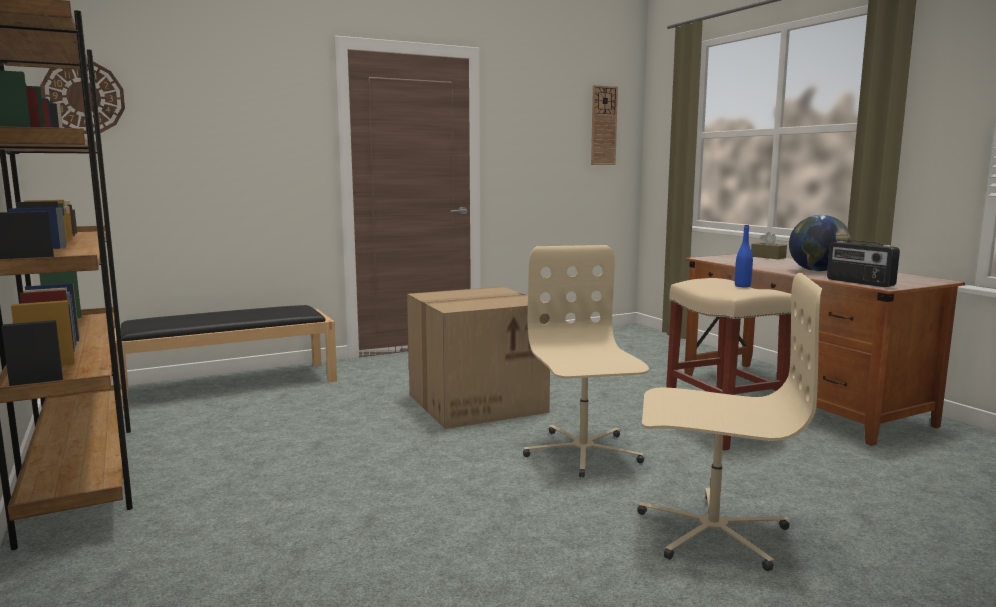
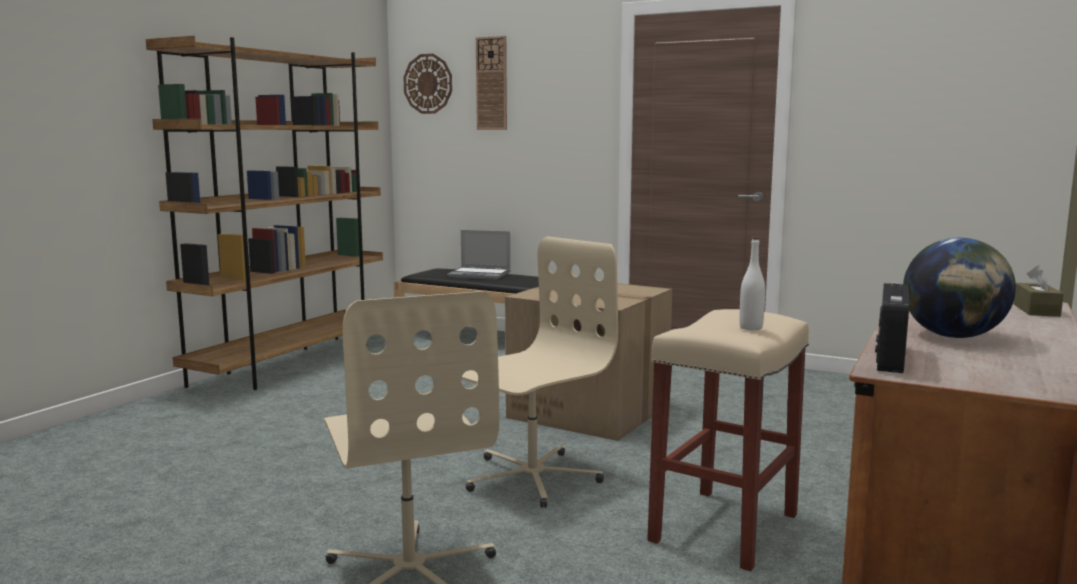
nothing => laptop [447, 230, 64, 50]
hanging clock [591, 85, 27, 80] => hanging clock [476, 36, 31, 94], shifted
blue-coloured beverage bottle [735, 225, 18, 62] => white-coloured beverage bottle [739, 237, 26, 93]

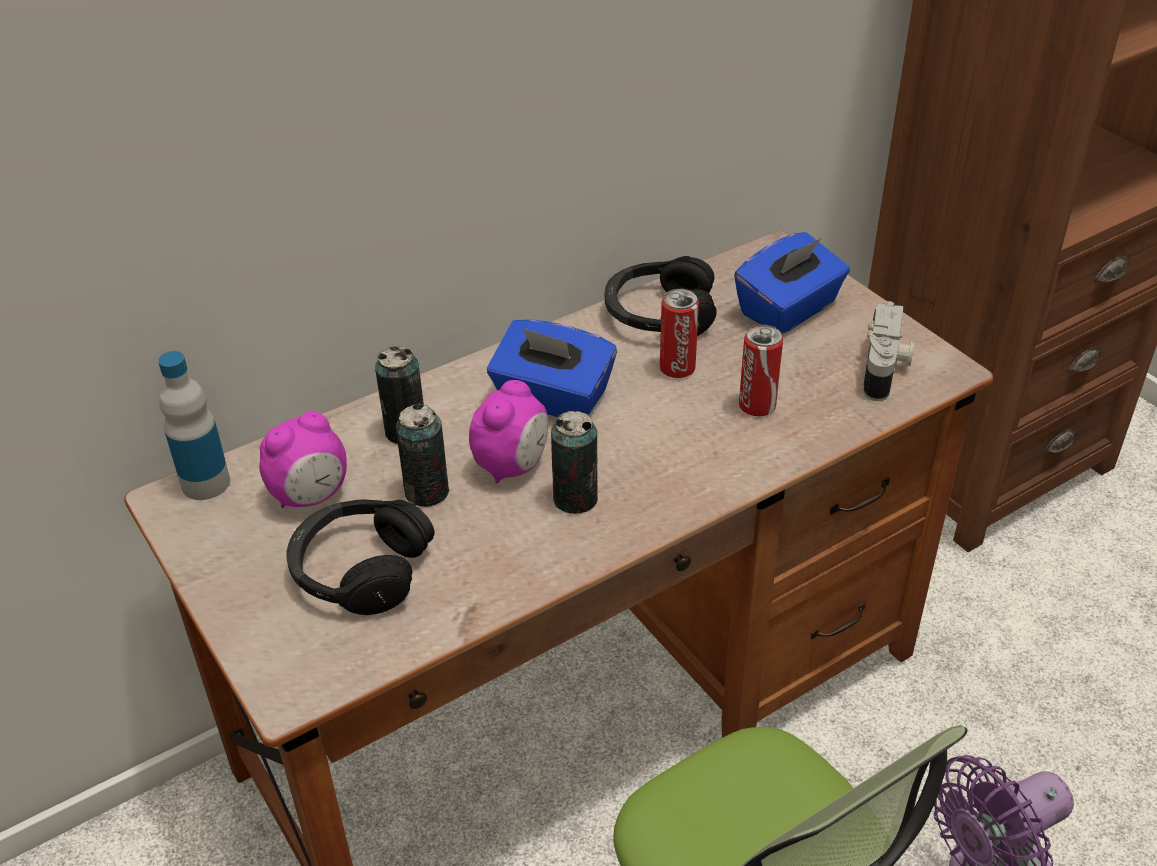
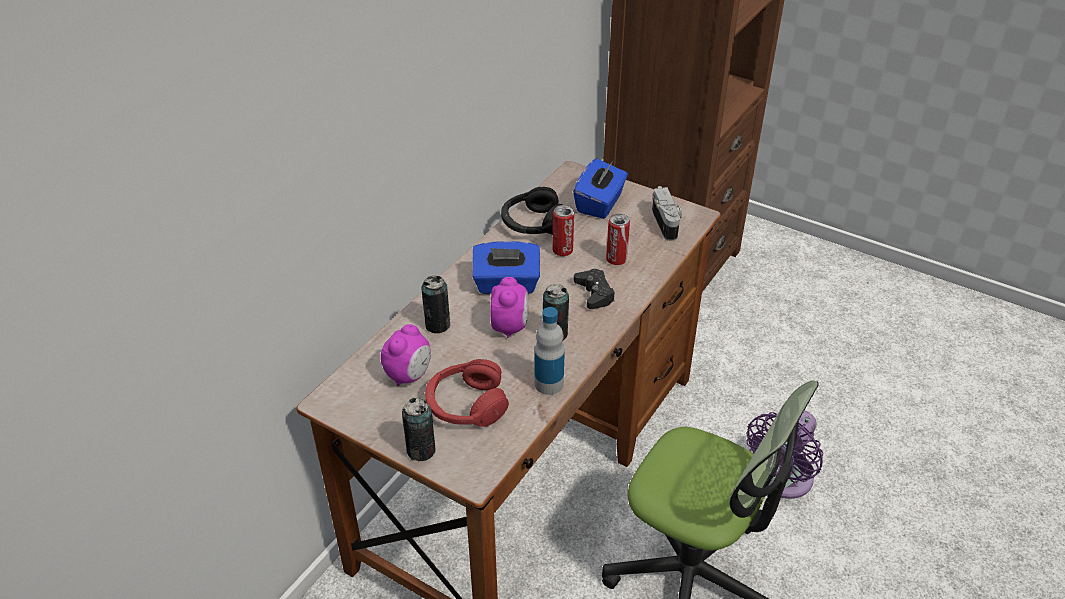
metal can [396, 404, 53, 103] => metal can [402, 397, 34, 64], shifted
blackish headphones [286, 499, 149, 116] => red-coloured headphones [425, 359, 84, 68]
beverage bottle [158, 351, 72, 149] => beverage bottle [534, 307, 31, 88], shifted
nothing => blackish gamepad [574, 269, 41, 40]

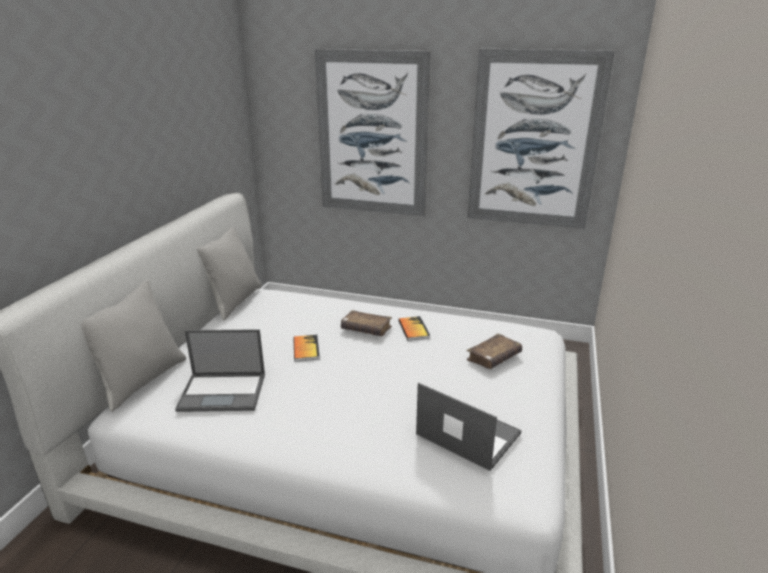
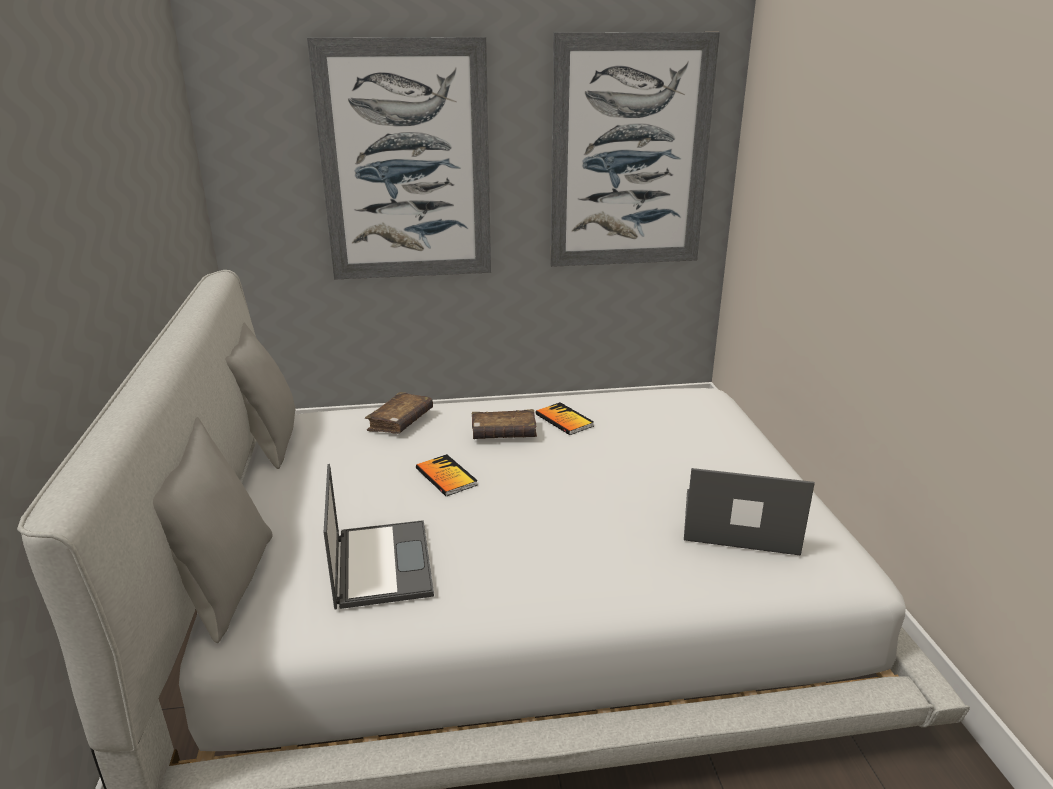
laptop [175, 329, 90, 83] => laptop [324, 464, 110, 146], 75 degrees counterclockwise
brown bound book [467, 334, 55, 35] => brown bound book [365, 392, 68, 42], shifted

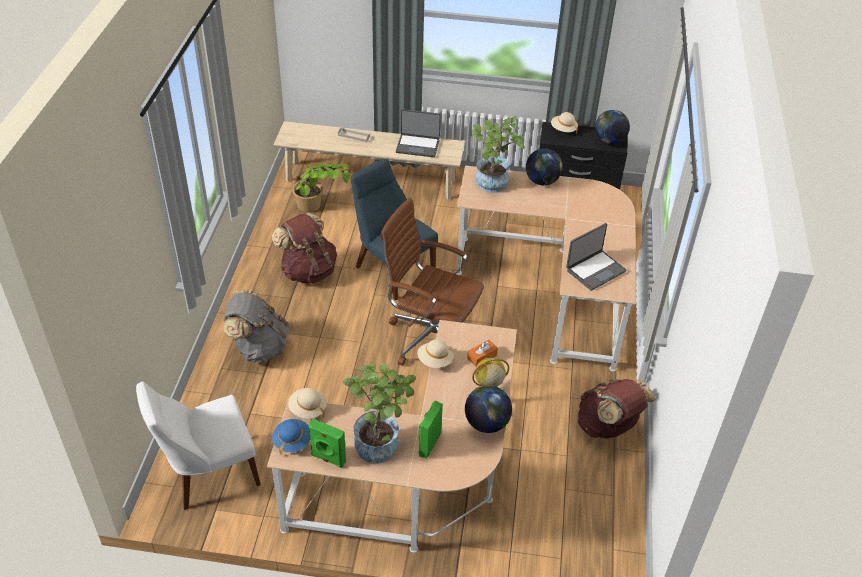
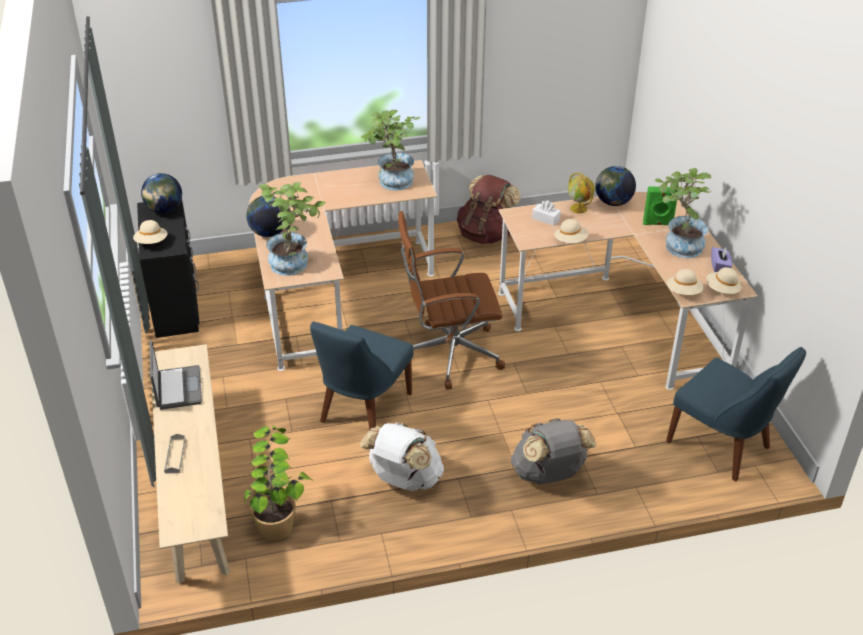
brown rucksack [272, 213, 65, 71] => white-coloured rucksack [360, 422, 84, 69]
laptop [566, 223, 61, 68] => houseplant [361, 110, 59, 80]
brown office chair [380, 197, 104, 169] => brown office chair [398, 211, 107, 178], 75 degrees clockwise
orange-coloured tissue box [467, 340, 31, 27] => white-coloured tissue box [532, 200, 29, 26]
white-coloured plain chair [136, 381, 125, 129] => blue-coloured plain chair [666, 347, 140, 134]
blue-coloured wearable hat [272, 419, 38, 37] => beige wearable hat [706, 267, 36, 27]
green loudspeaker [308, 419, 38, 49] => purplish tissue box [711, 247, 21, 25]

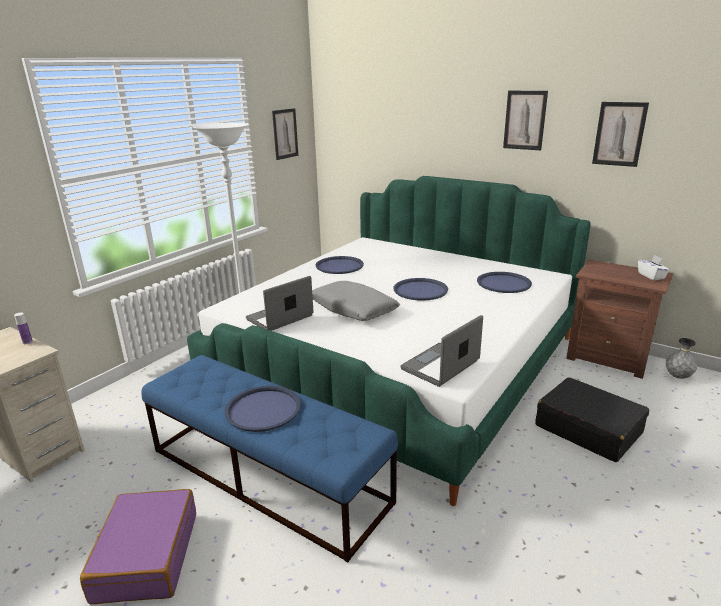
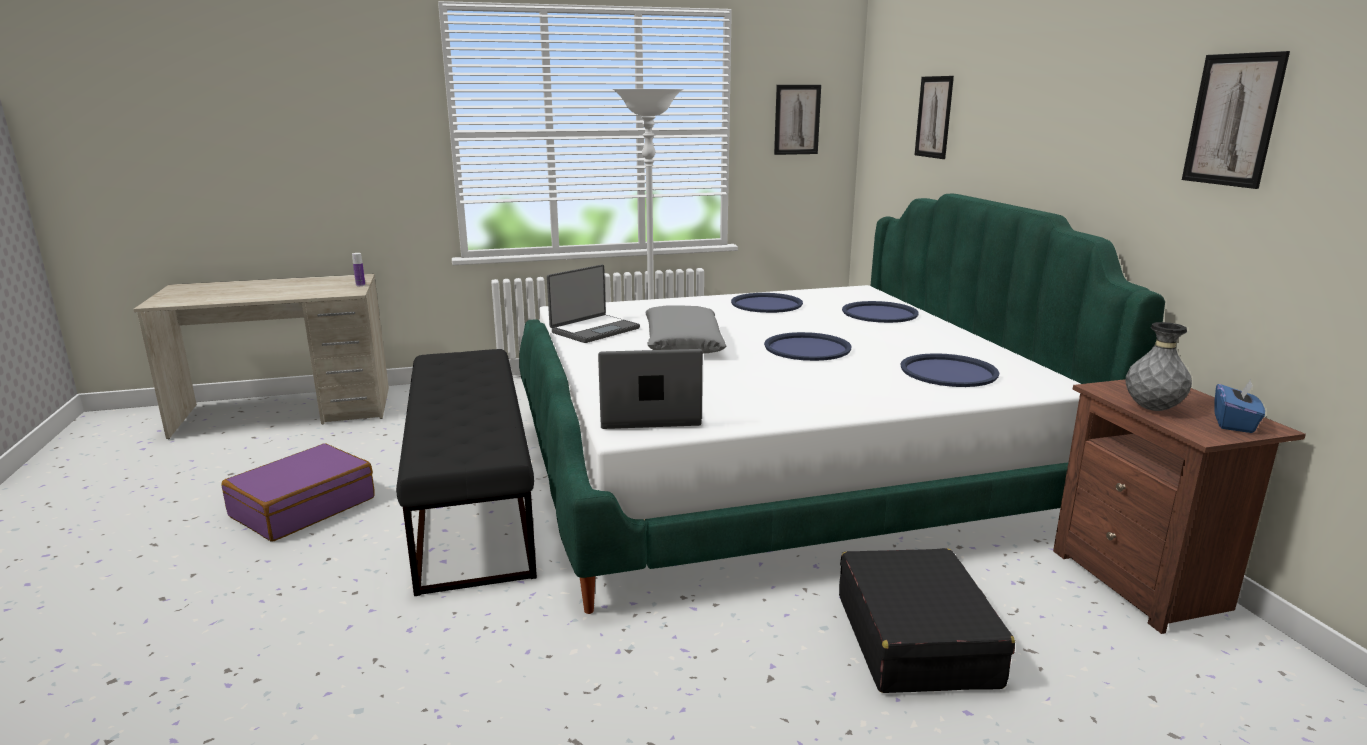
blue-coloured bench [141, 355, 257, 208] => blackish bench [396, 349, 141, 247]
laptop [246, 276, 68, 55] => laptop [547, 265, 93, 78], 135 degrees clockwise
blue-coloured serving tray [225, 386, 76, 46] => blue-coloured serving tray [842, 301, 77, 22], shifted
picture [503, 91, 45, 59] => picture [915, 76, 39, 83], shifted
greyish decorative vase [666, 338, 31, 41] => greyish decorative vase [1125, 322, 67, 89], shifted
white-coloured tissue box [638, 255, 32, 25] => blue-coloured tissue box [1214, 380, 51, 53]

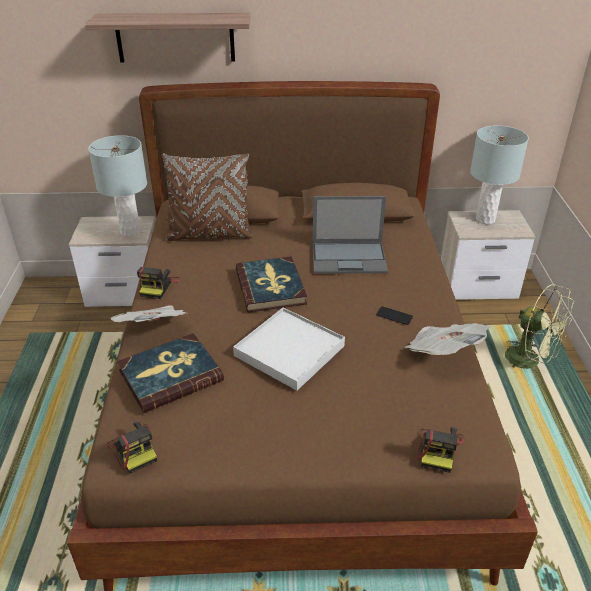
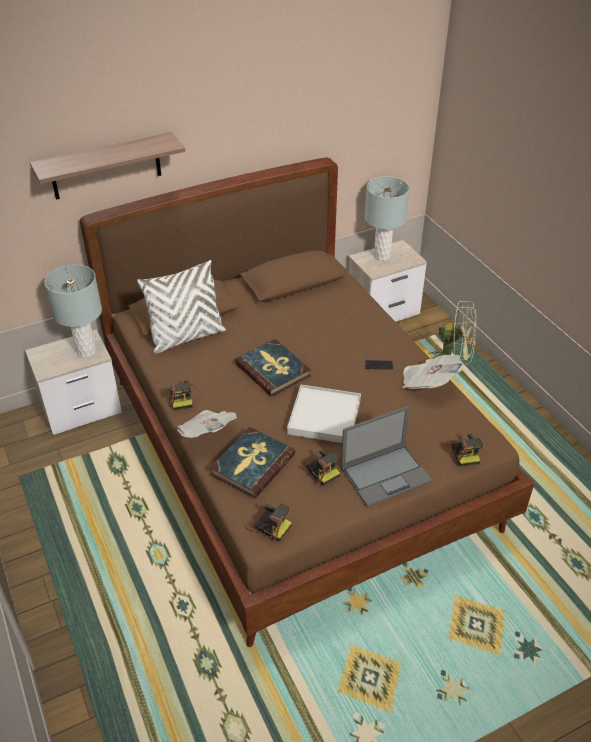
brown cushion [162, 153, 90, 89] => white-coloured cushion [137, 260, 89, 94]
nothing => still camera [299, 449, 41, 37]
laptop [312, 196, 76, 78] => laptop [341, 406, 91, 101], shifted

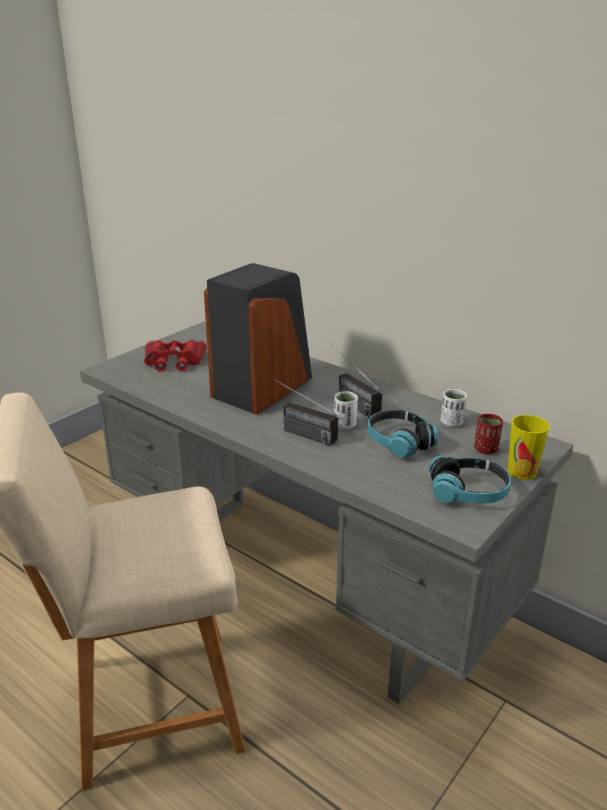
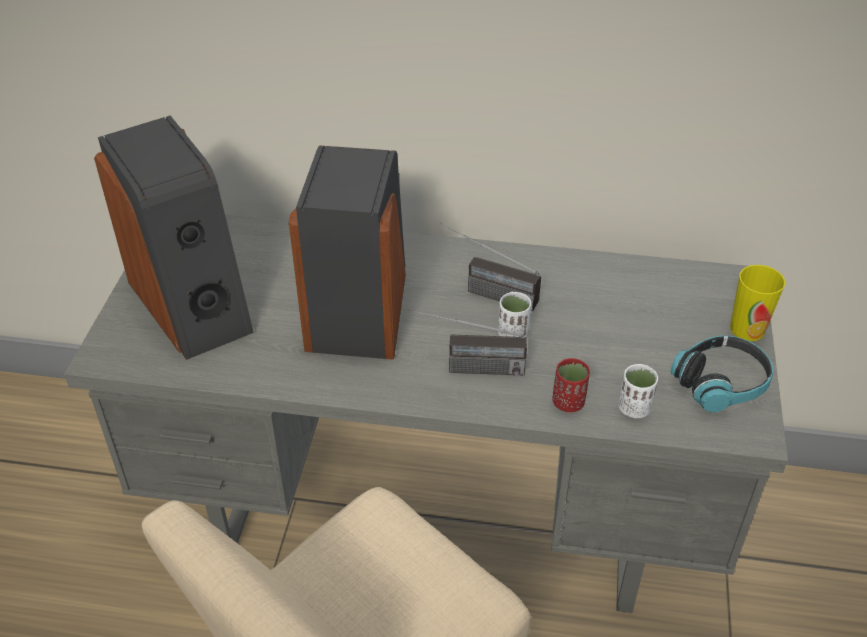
red-coloured binoculars [144, 340, 63, 32] => loudspeaker [94, 115, 160, 245]
red-coloured small cup [474, 414, 29, 40] => red-coloured small cup [552, 358, 38, 54], shifted
white-coloured small cup [441, 389, 26, 38] => white-coloured small cup [618, 364, 40, 54], shifted
headphones [368, 409, 70, 48] => nothing

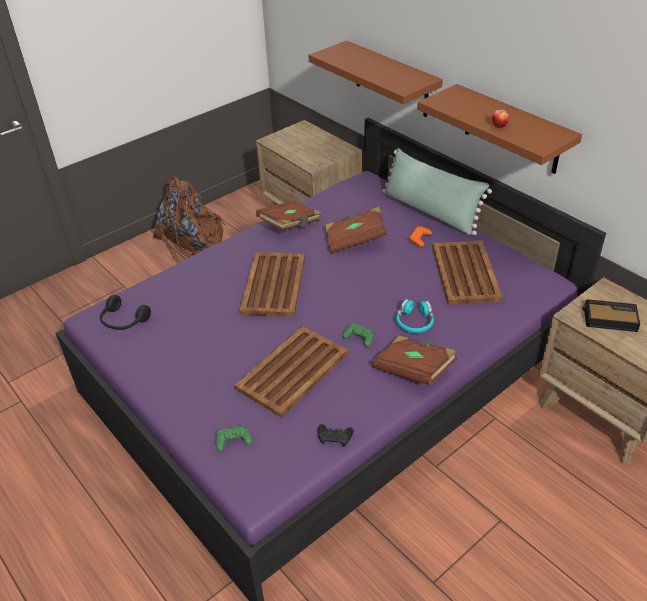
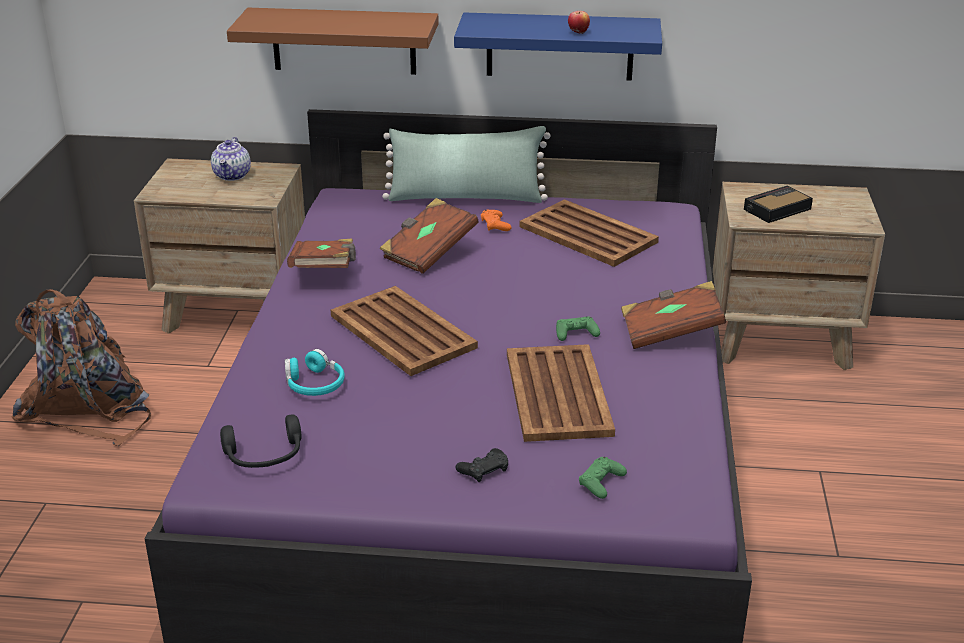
nothing => pot for tea [211, 137, 40, 44]
turquoise-coloured headphones [396, 299, 38, 34] => turquoise-coloured headphones [285, 349, 60, 47], shifted
brown bracket shelf [417, 84, 165, 90] => blue-coloured bracket shelf [454, 12, 208, 69]
blackish gamepad [318, 424, 36, 23] => blackish gamepad [456, 448, 52, 34], shifted

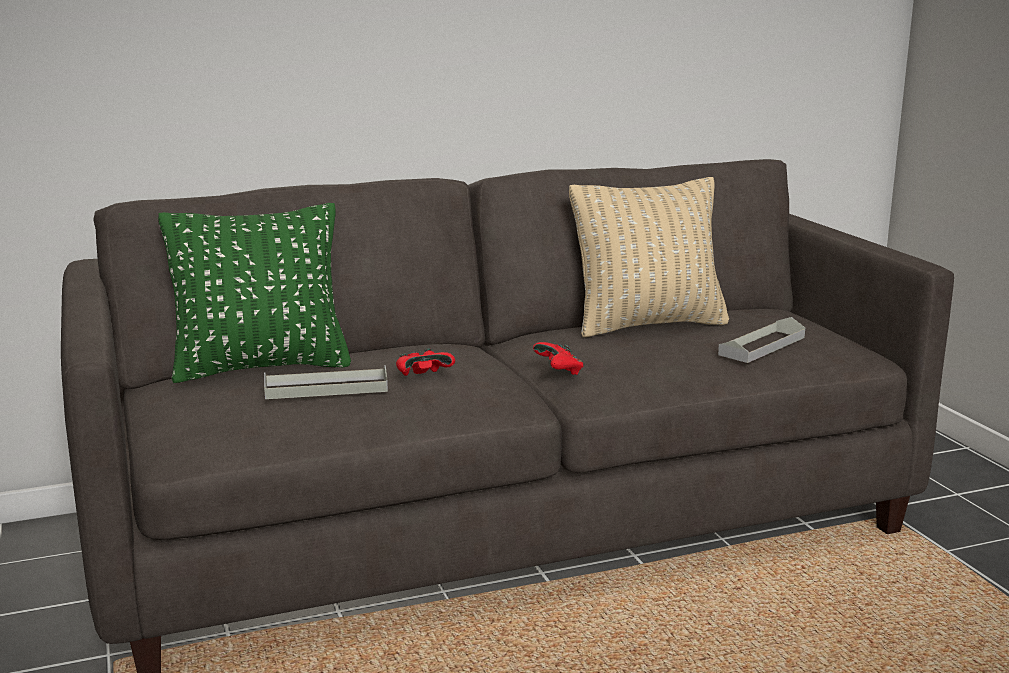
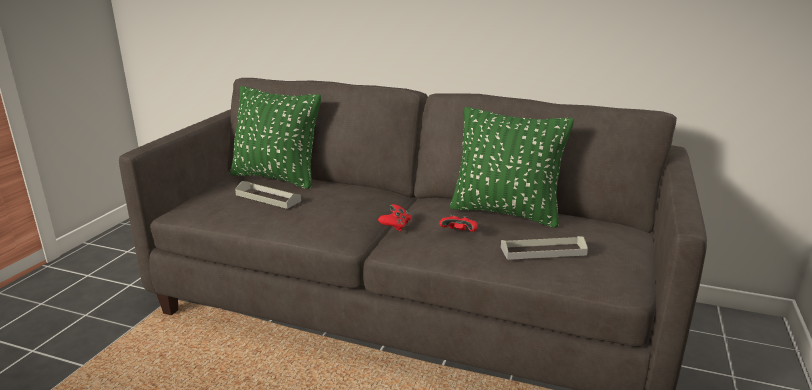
red-coloured gamepad [396, 348, 59, 28] => red-coloured gamepad [439, 215, 39, 17], shifted
beige cushion [569, 177, 160, 160] => green cushion [450, 107, 124, 121]

